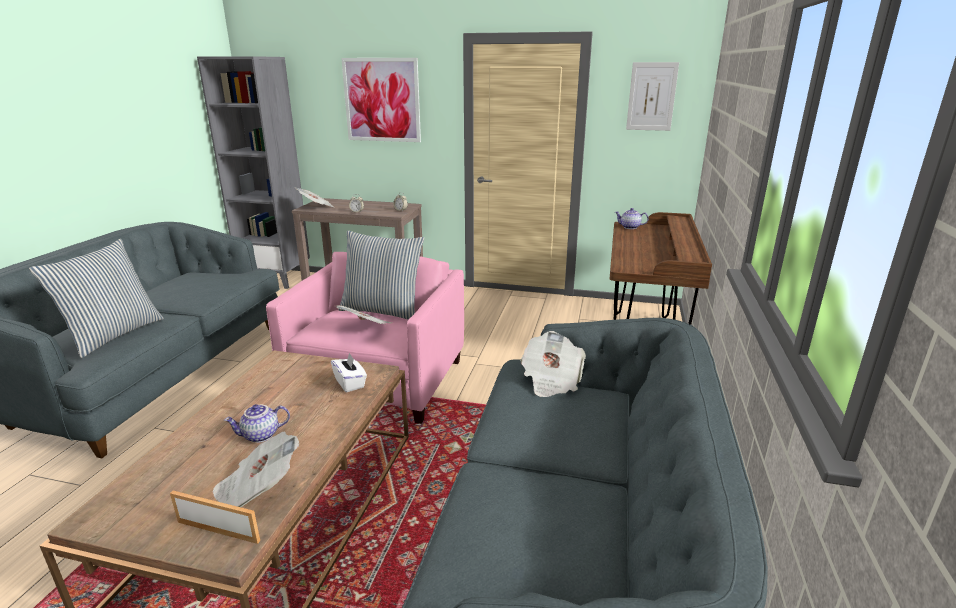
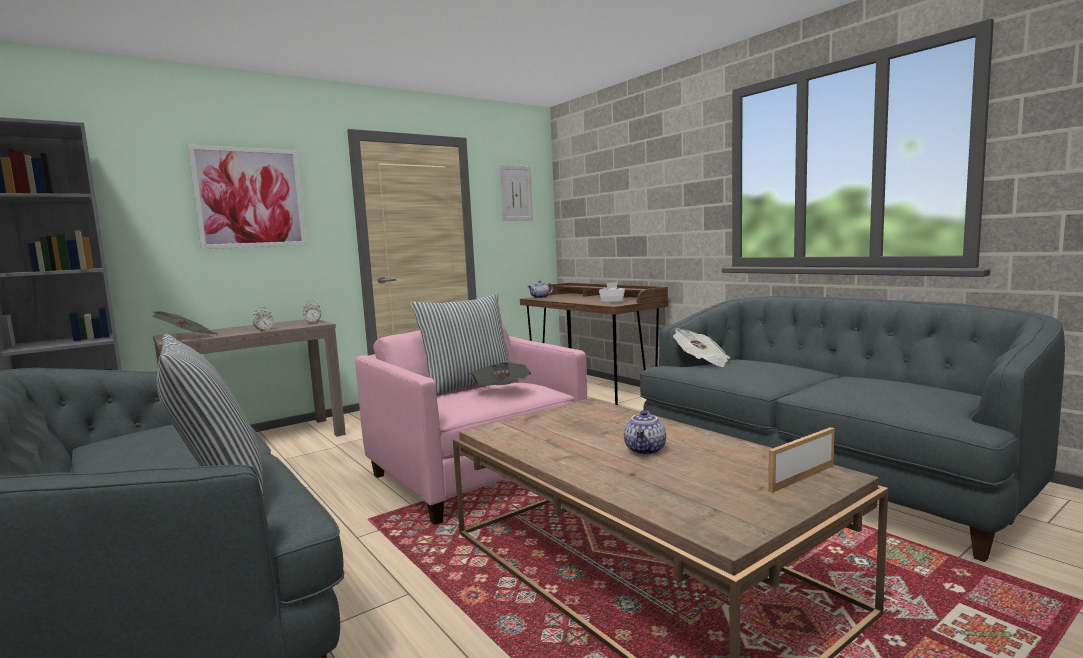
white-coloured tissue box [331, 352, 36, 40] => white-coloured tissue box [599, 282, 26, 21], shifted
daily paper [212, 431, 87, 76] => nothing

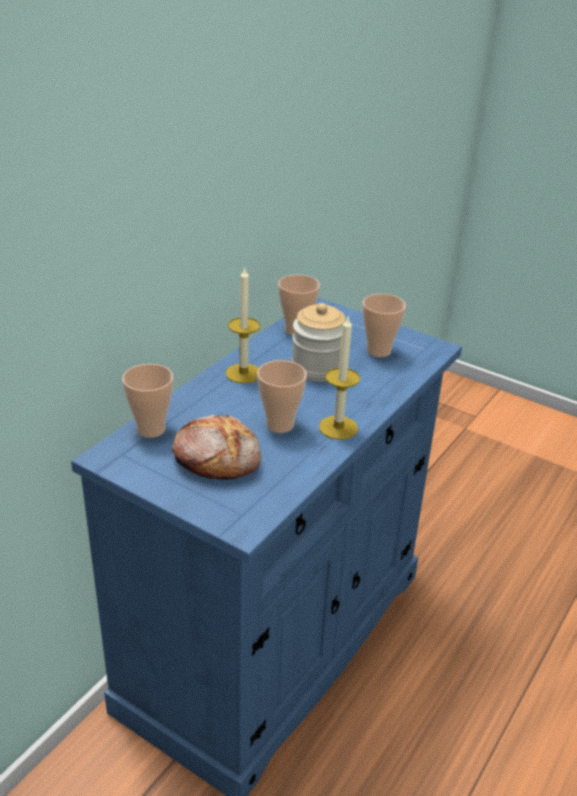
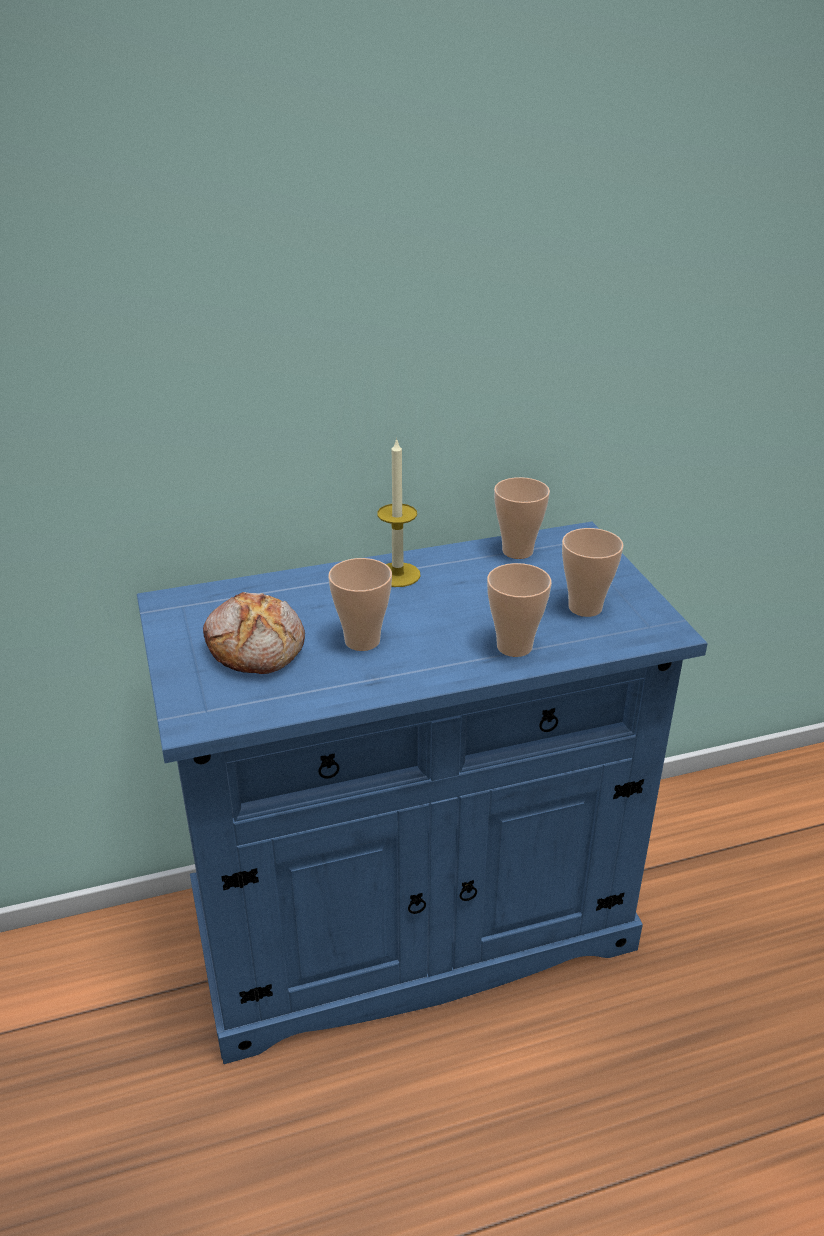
small cup [122, 364, 51, 74] => small cup [487, 563, 65, 94], shifted
jar [291, 303, 54, 79] => nothing
candle [319, 315, 41, 125] => nothing

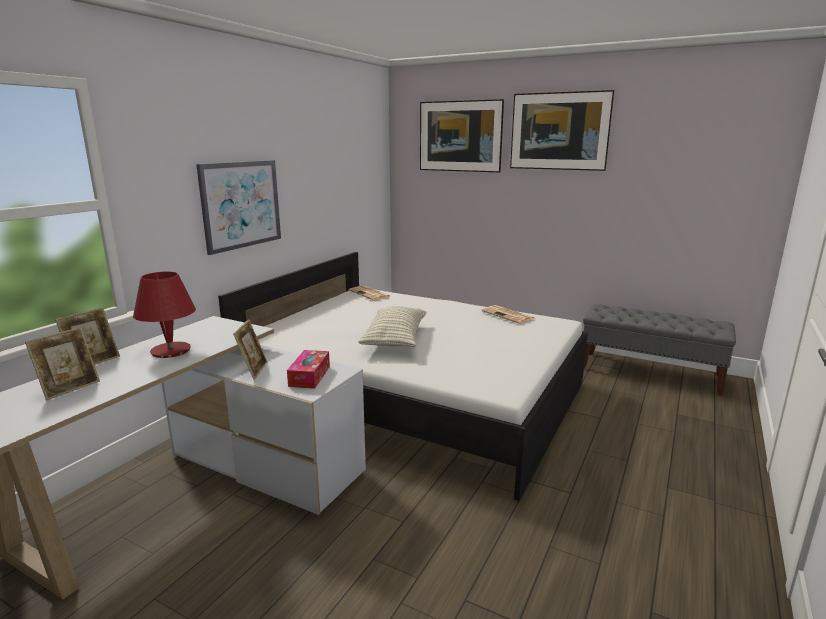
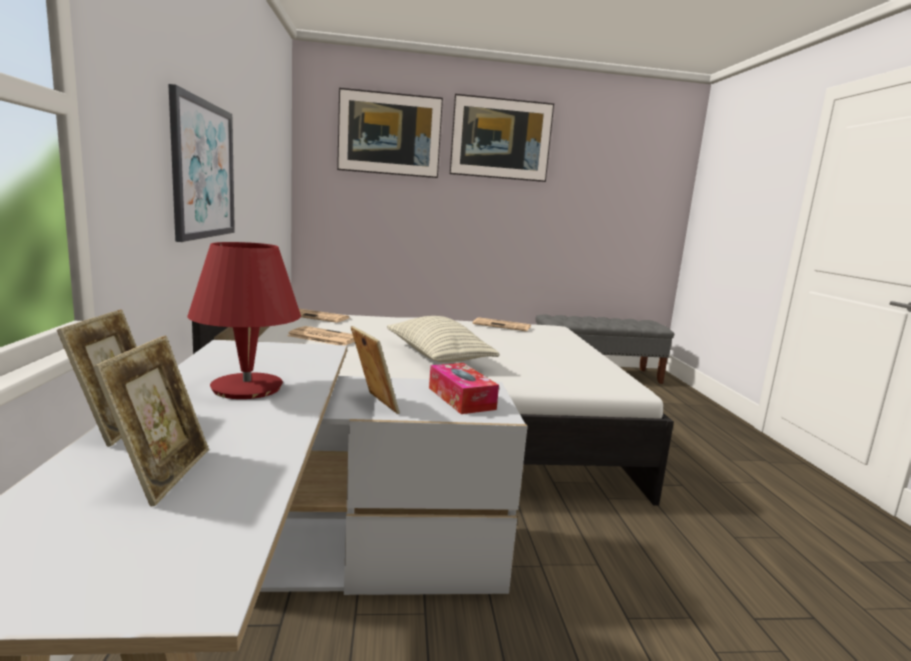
nothing => daily paper [287, 326, 68, 19]

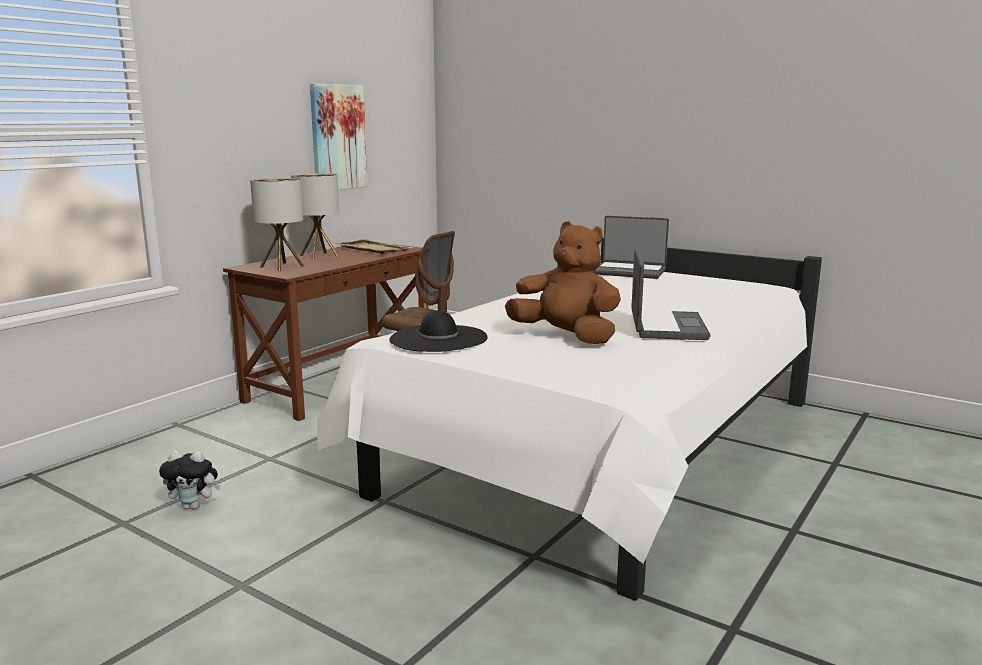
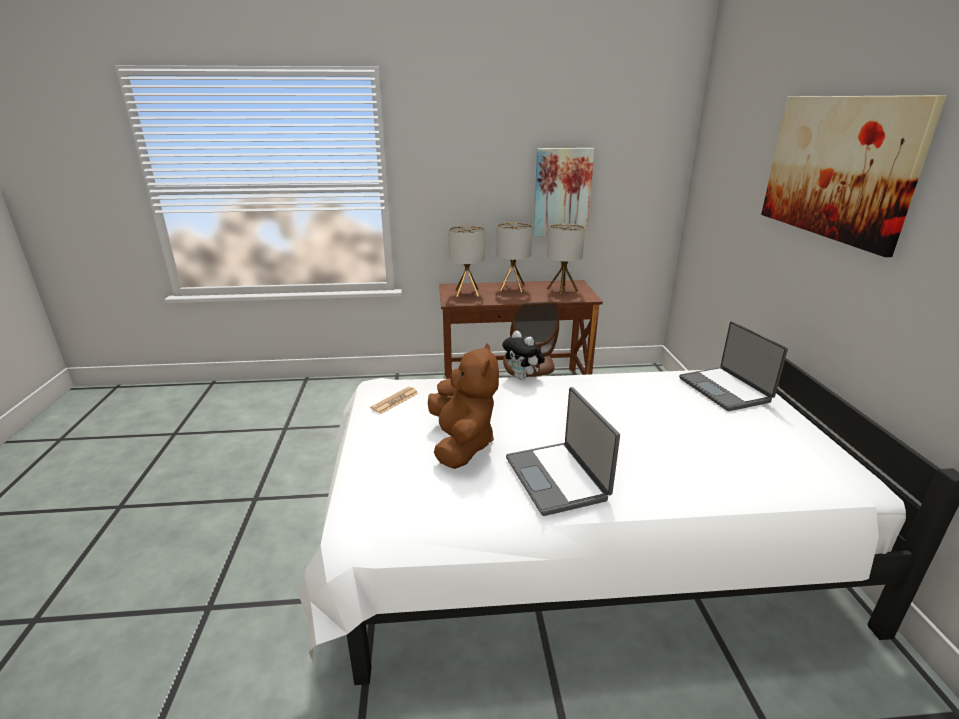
blackish wearable hat [389, 310, 99, 42] => daily paper [370, 387, 48, 27]
soft toy [159, 451, 62, 59] => soft toy [502, 331, 43, 49], shifted
laptop [631, 249, 80, 91] => laptop [506, 387, 114, 129], 105 degrees clockwise
beige serving tray [332, 239, 82, 15] => tabletop lamp [547, 223, 38, 72]
nothing => picture [761, 95, 185, 162]

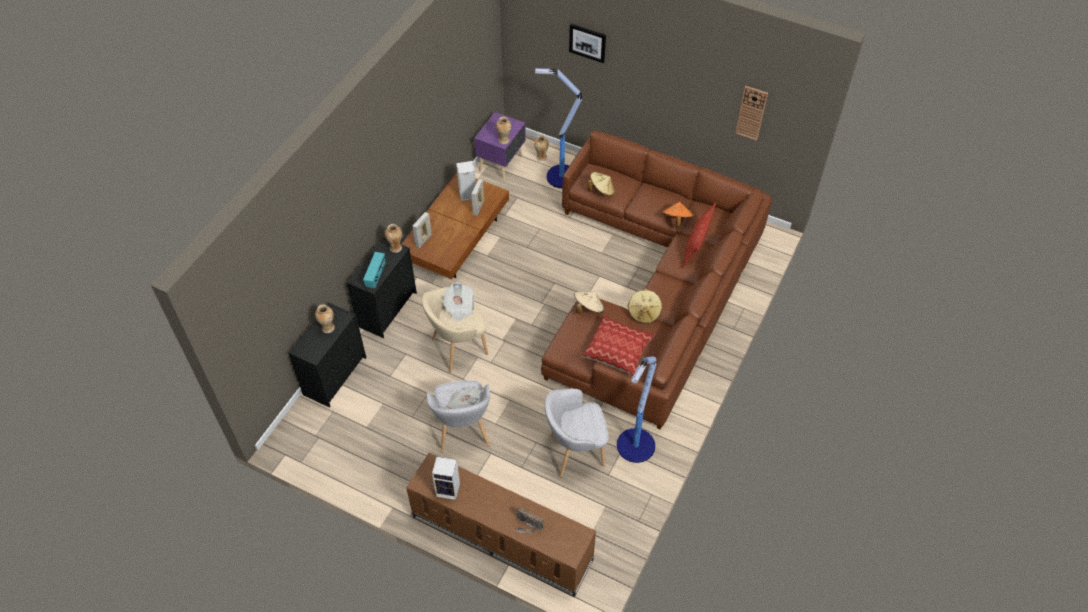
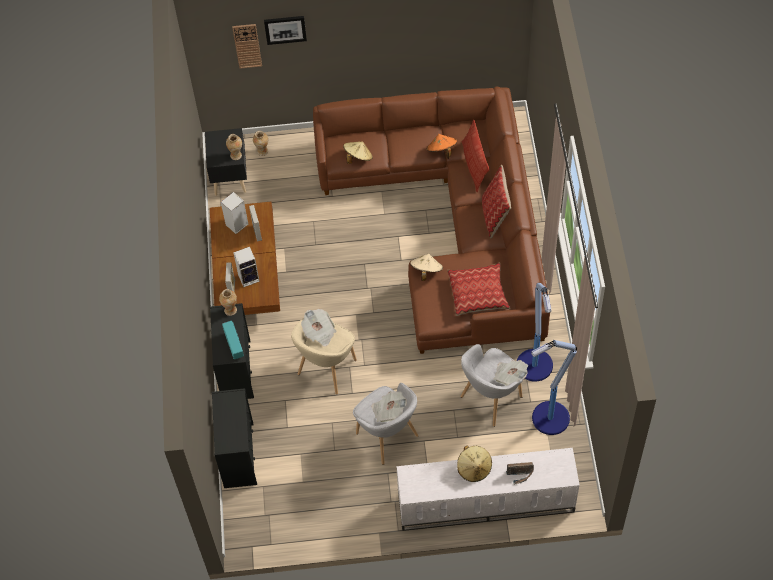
purplish bedside table [474, 112, 52, 69] => blackish bedside table [205, 128, 42, 68]
hanging clock [736, 86, 32, 55] => hanging clock [232, 24, 30, 45], shifted
loudspeaker [432, 457, 28, 43] => loudspeaker [233, 247, 27, 40], shifted
brown tv unit [406, 453, 190, 144] => white-coloured tv unit [397, 448, 183, 83]
beige wearable hat [628, 288, 34, 36] => beige wearable hat [457, 445, 35, 37], shifted
nothing => cushion [482, 165, 29, 73]
nothing => daily paper [493, 360, 35, 26]
standard lamp [535, 68, 47, 120] => standard lamp [531, 340, 46, 95], shifted
decorative vase [315, 304, 20, 29] => nothing

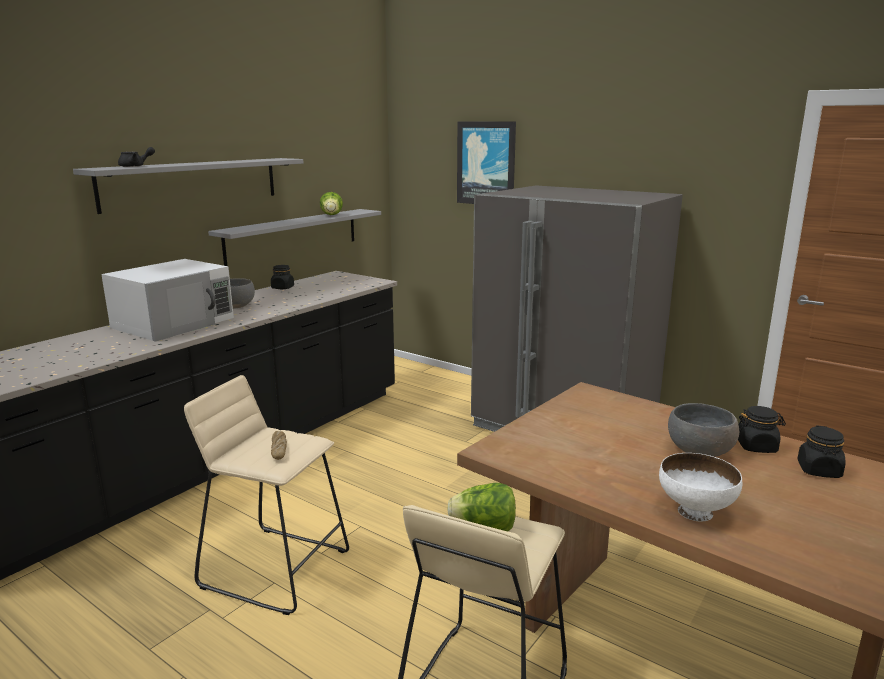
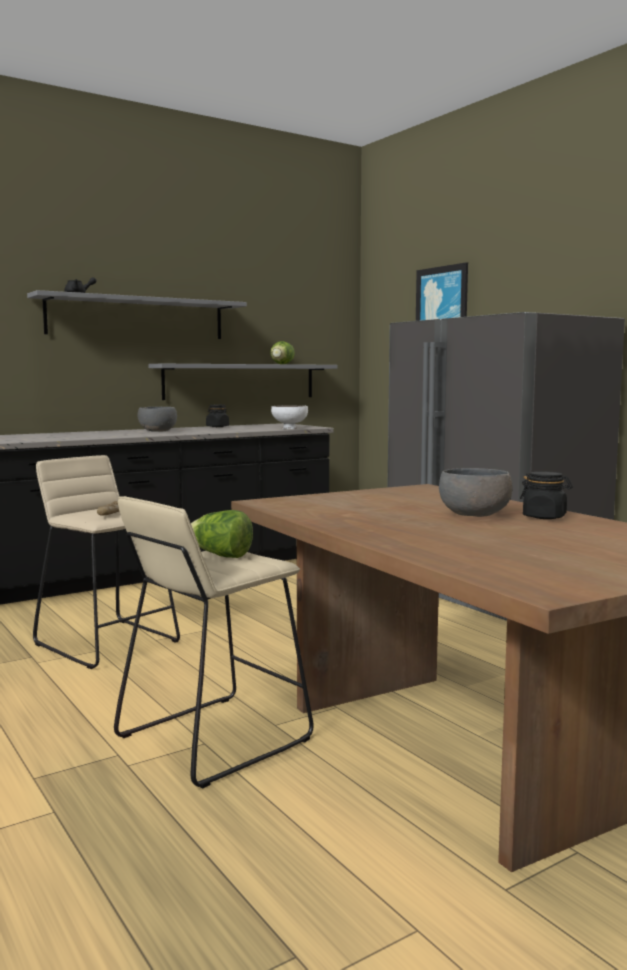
white-coloured deep dish [659, 453, 83, 69] => white-coloured deep dish [271, 405, 37, 24], shifted
white-coloured microwave oven [101, 259, 133, 83] => nothing
blackish jar [797, 426, 49, 52] => nothing

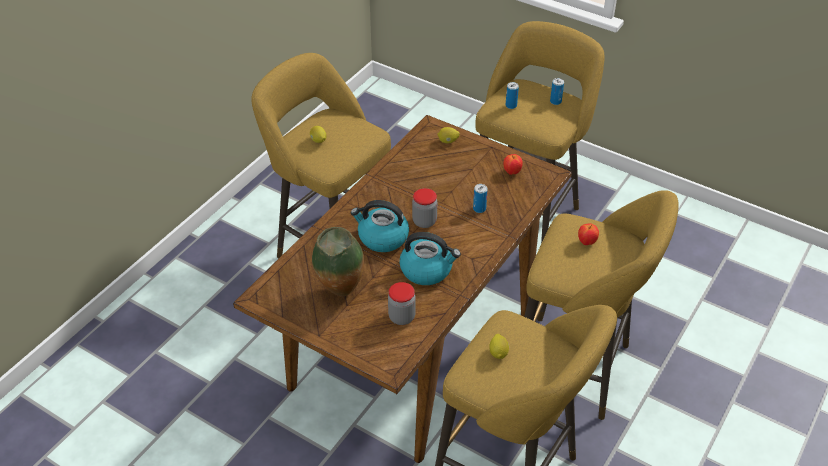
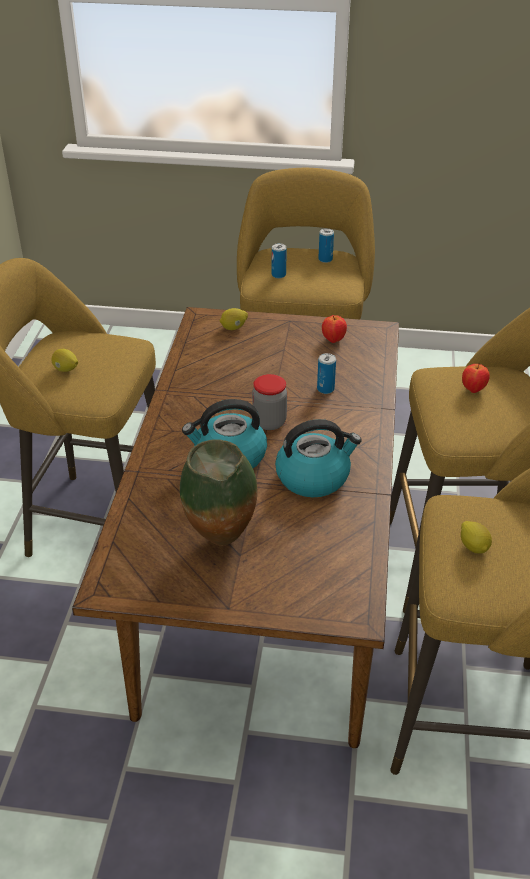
jar [388, 282, 28, 43] => nothing

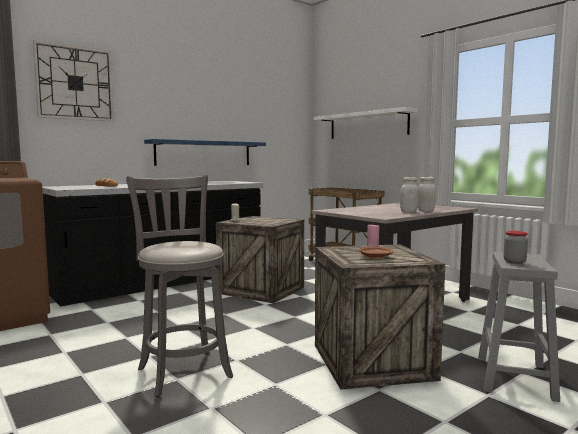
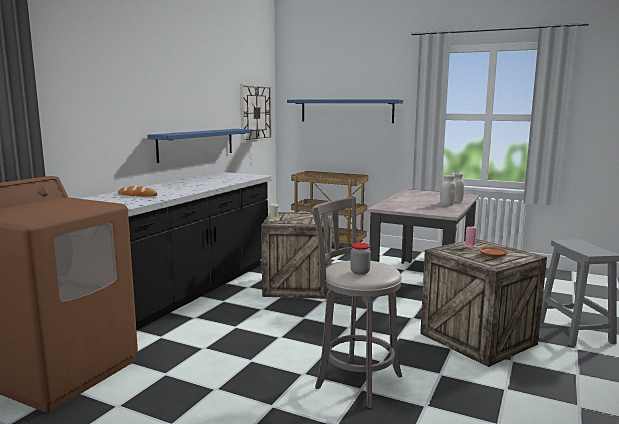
hanging clock [33, 40, 81, 82] => hanging clock [240, 84, 32, 59], shifted
white-coloured bracket shelf [314, 107, 104, 32] => blue-coloured bracket shelf [287, 100, 116, 23]
jar [503, 231, 25, 33] => jar [350, 243, 21, 32], shifted

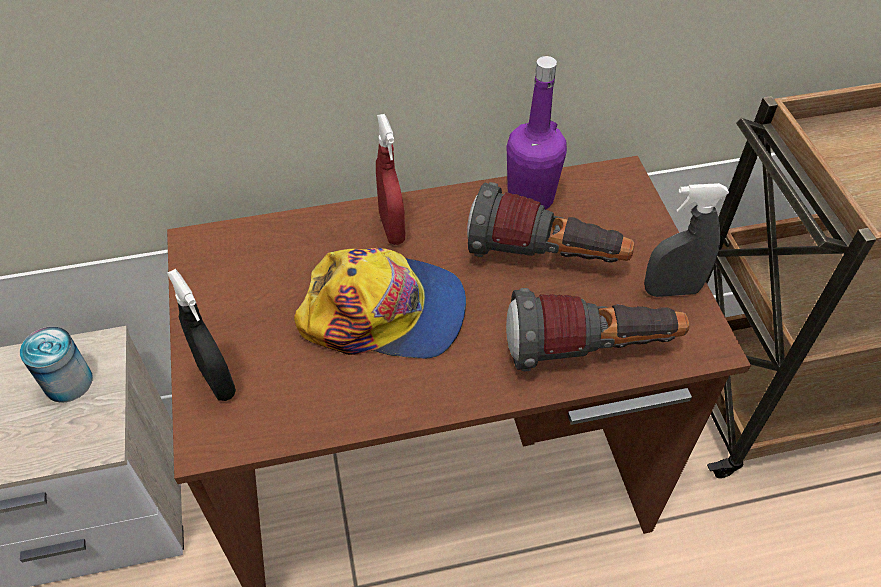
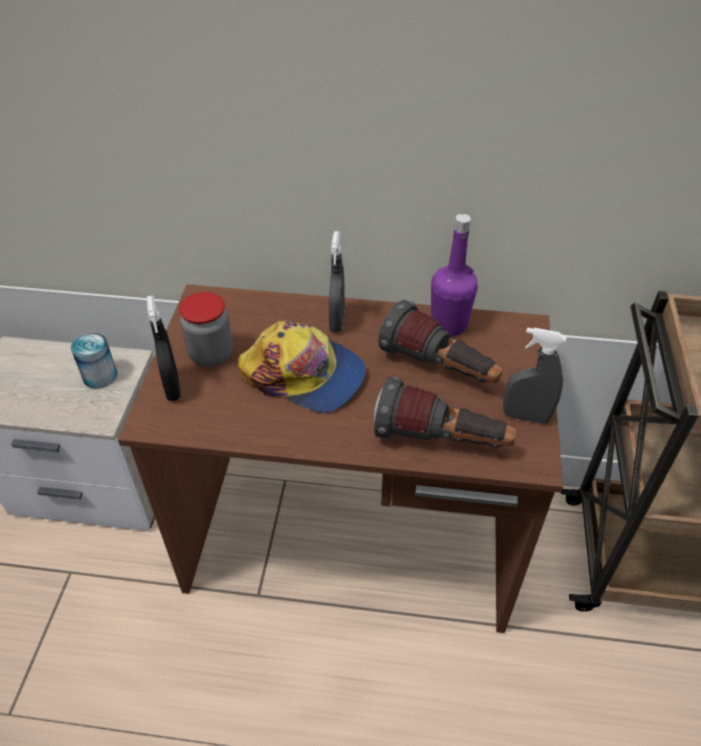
nothing => jar [179, 292, 54, 75]
red-coloured spray bottle [376, 114, 30, 131] => greyish spray bottle [329, 231, 16, 101]

